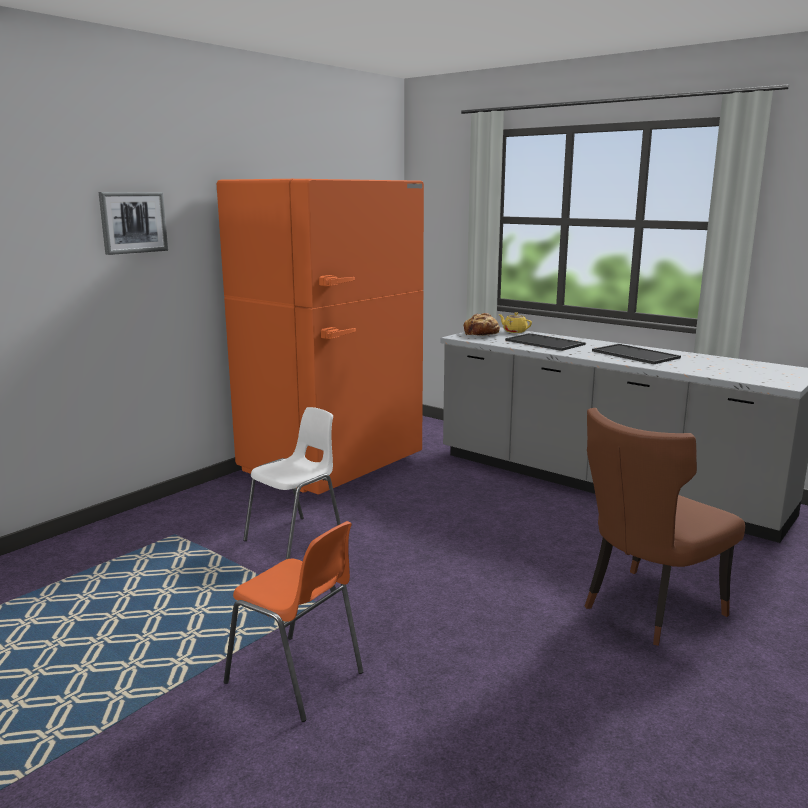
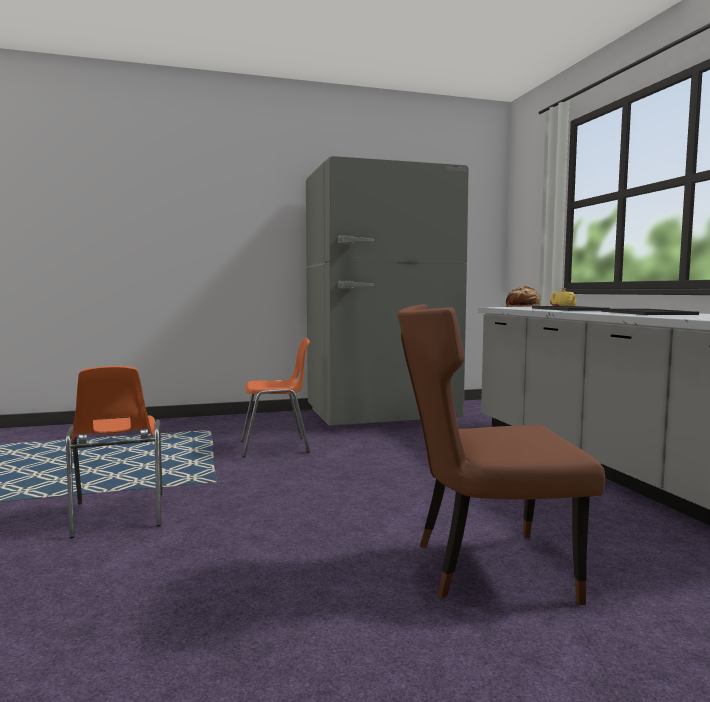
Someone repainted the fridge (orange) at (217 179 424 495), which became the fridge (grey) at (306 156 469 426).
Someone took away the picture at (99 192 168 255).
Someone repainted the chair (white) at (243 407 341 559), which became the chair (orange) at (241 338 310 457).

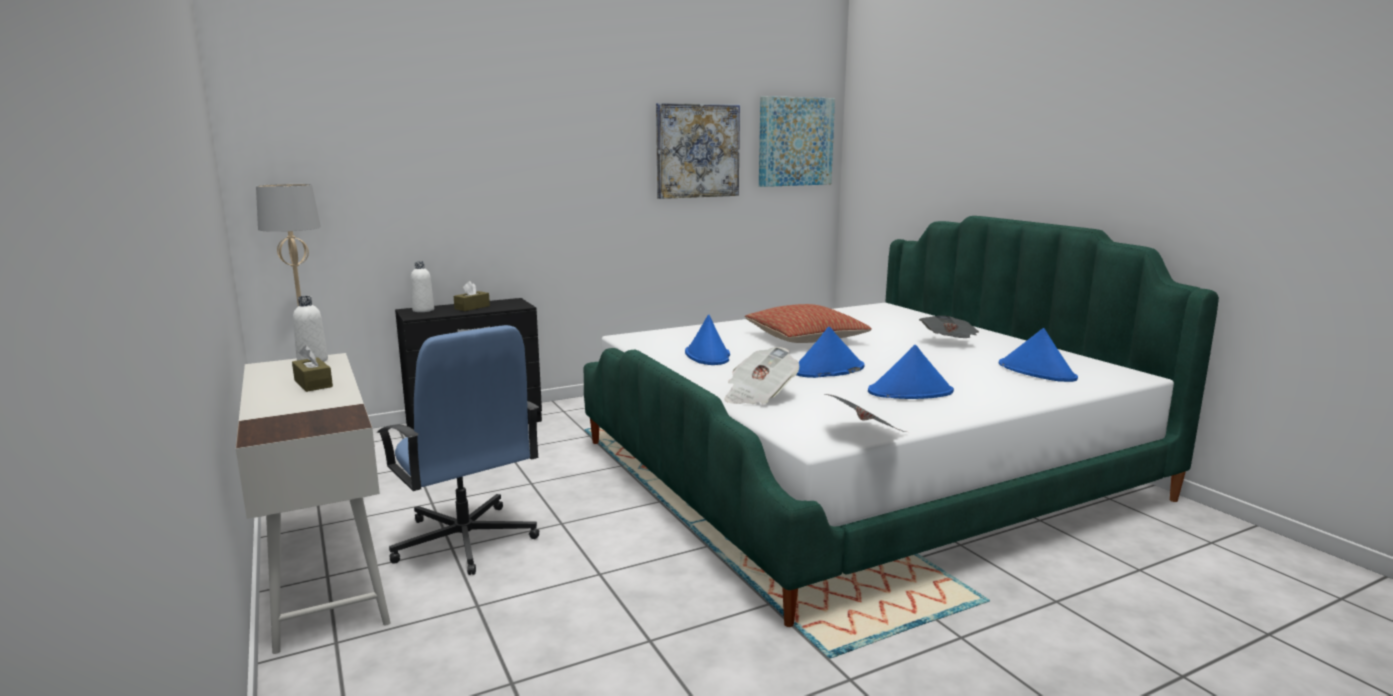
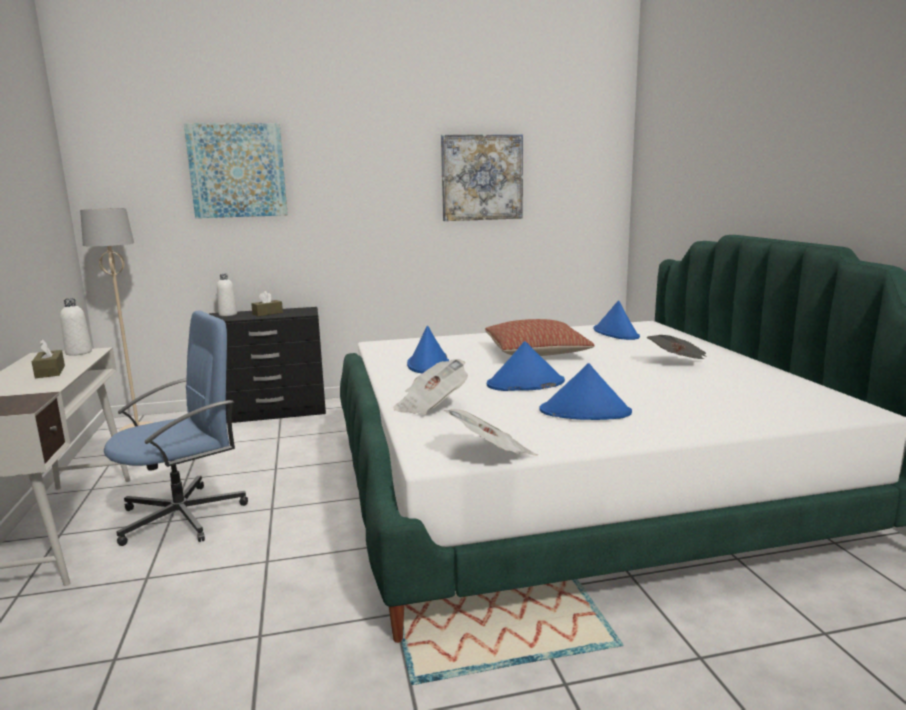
Someone carried the picture from (759 96 835 187) to (184 123 288 218).
Someone rotated the office chair (blue) at (377 325 539 575) by 105 degrees counterclockwise.
Someone carried the hat (blue) from (999 328 1078 382) to (593 300 640 340).

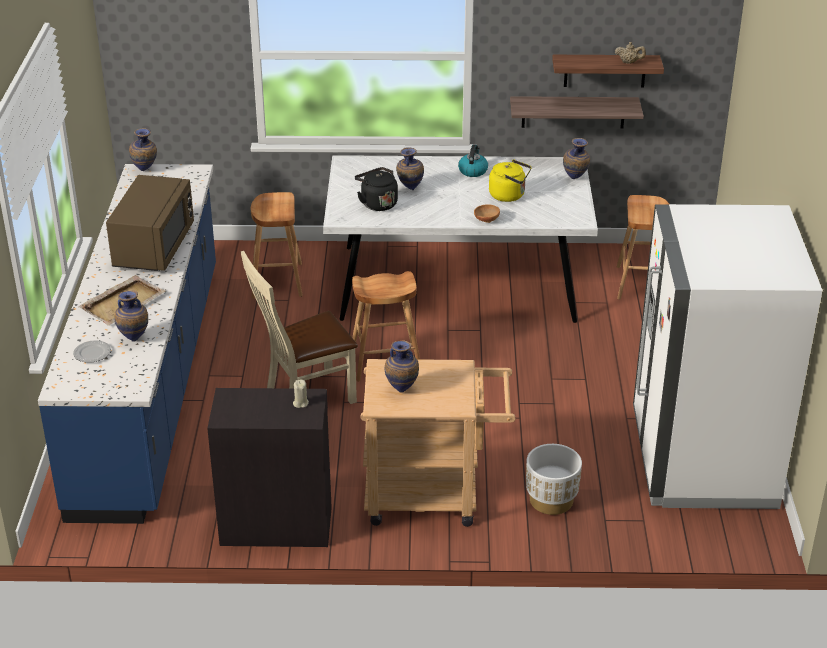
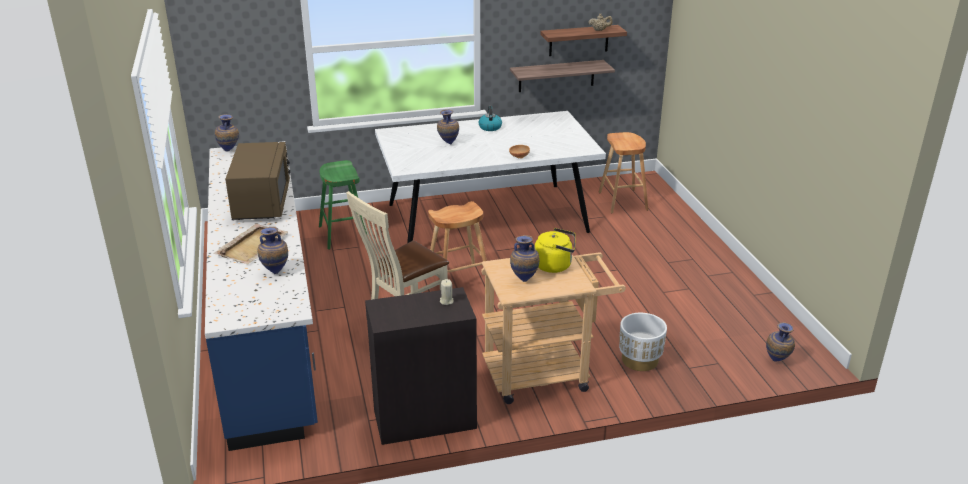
Someone carried the vase from (563 138 590 179) to (766 322 795 362).
Someone carried the kettle (yellow) from (489 159 531 202) to (534 228 576 273).
Someone took away the kettle (black) at (355 167 398 211).
Someone repainted the stool (brown) at (251 192 303 299), which became the stool (green) at (319 160 367 250).
Someone took away the fridge (white) at (633 204 822 509).
Someone took away the plate at (73 340 111 363).

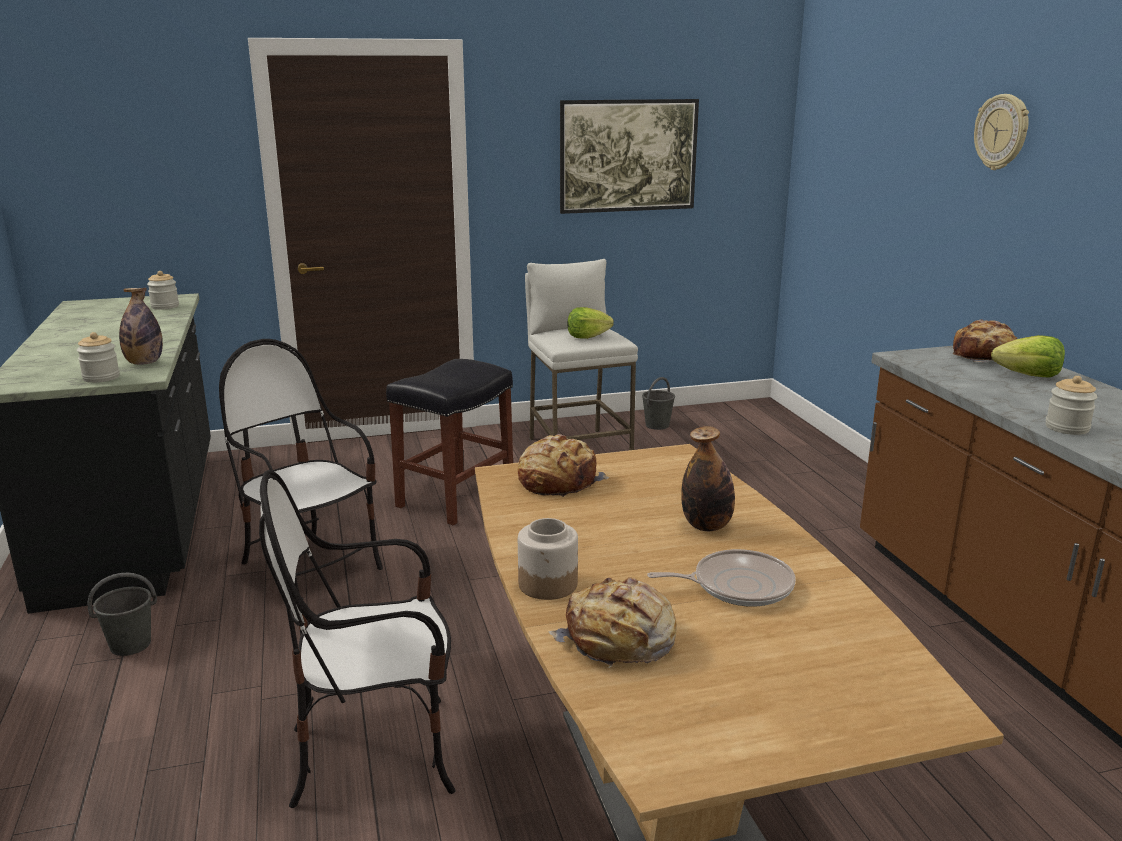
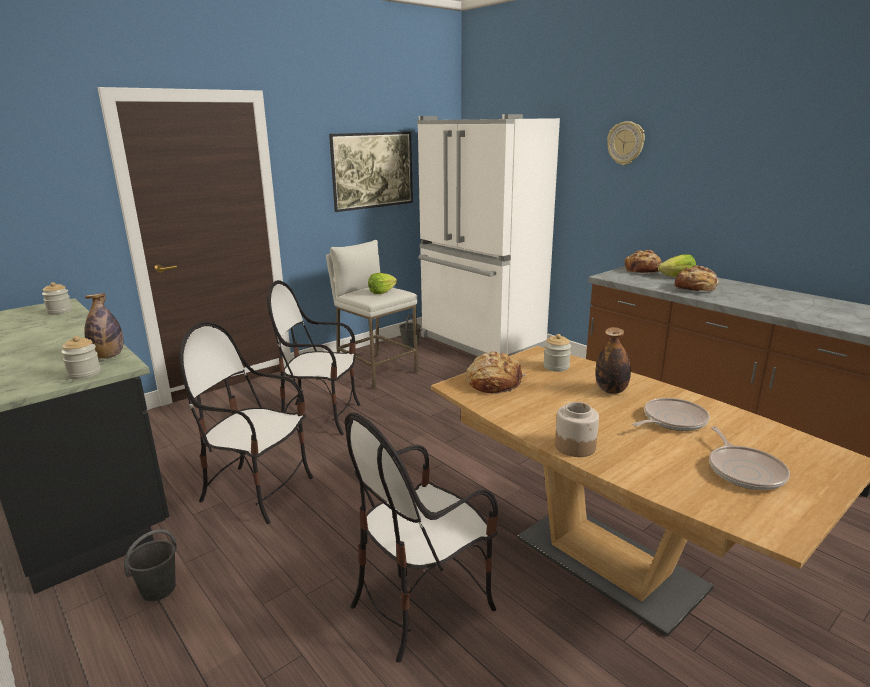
Someone swapped the stool (black) at (386 359 513 525) for the chair at (267 280 360 435).
Someone carried the jar from (1046 376 1097 435) to (543 334 571 372).
Someone carried the bread from (548 577 677 668) to (674 265 719 292).
Someone put down the fridge (white) at (417 114 560 356).
Someone put down the frying pan at (709 426 790 490).

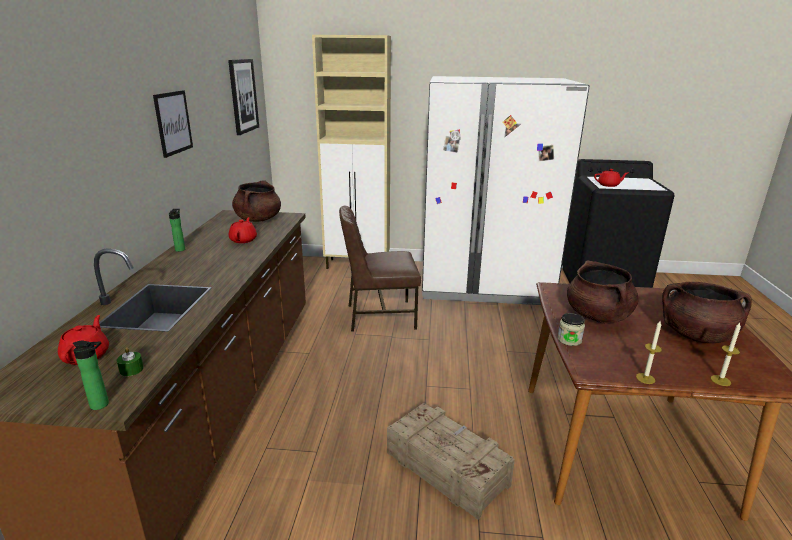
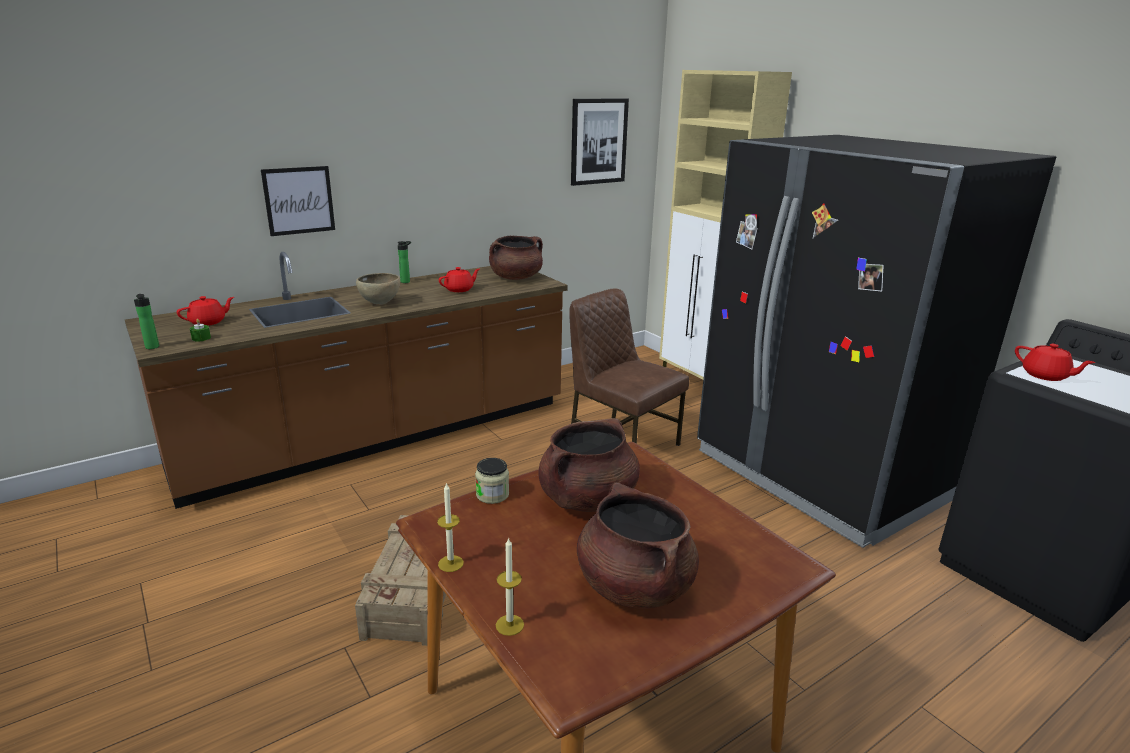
Someone repainted the fridge (white) at (422 76 590 305), which became the fridge (black) at (697 135 1056 548).
Someone carried the picture from (153 90 193 158) to (261 166 335 236).
Someone put down the bowl (brown) at (356 273 400 305).

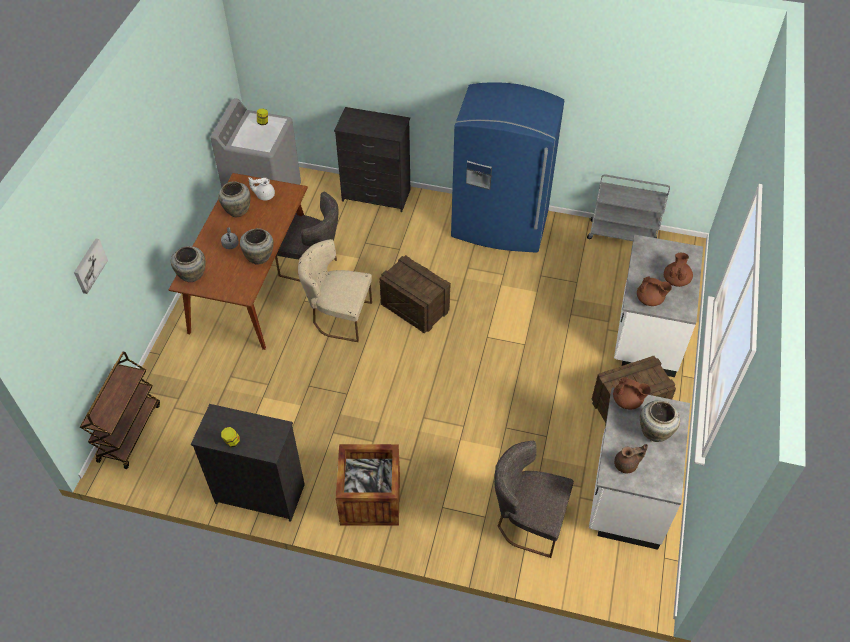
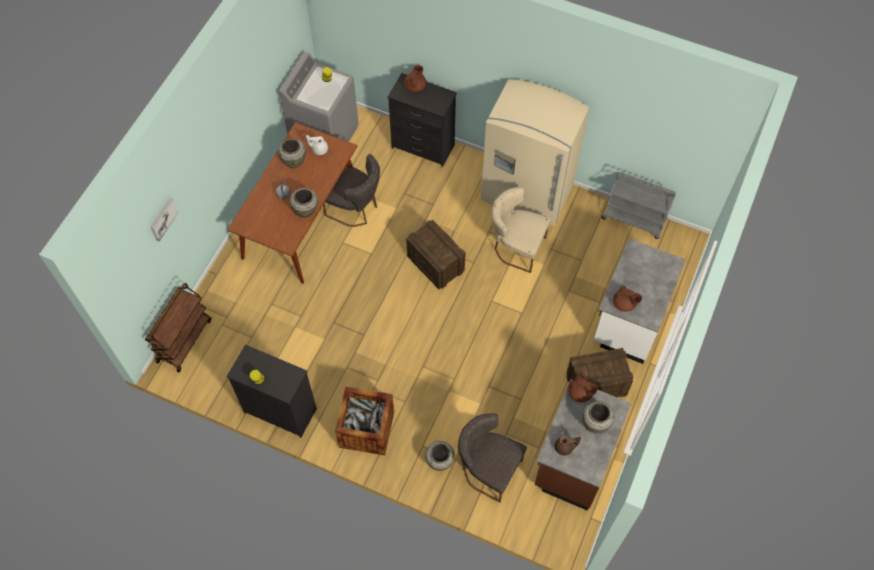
Someone repainted the fridge (blue) at (451 83 565 253), which became the fridge (beige) at (481 79 589 226).
Someone carried the chair (beige) from (298 239 372 342) to (492 187 551 273).
Someone carried the vase (beige) from (171 246 206 282) to (425 441 455 471).
Someone carried the teapot (brown) from (664 253 693 287) to (404 65 426 92).
Someone repainted the counter (white) at (589 387 690 550), which became the counter (brown) at (535 379 632 511).

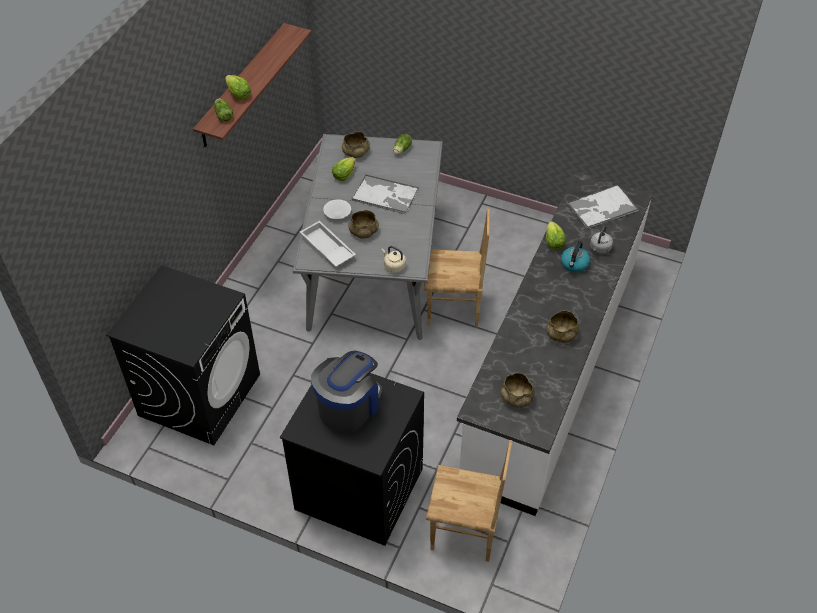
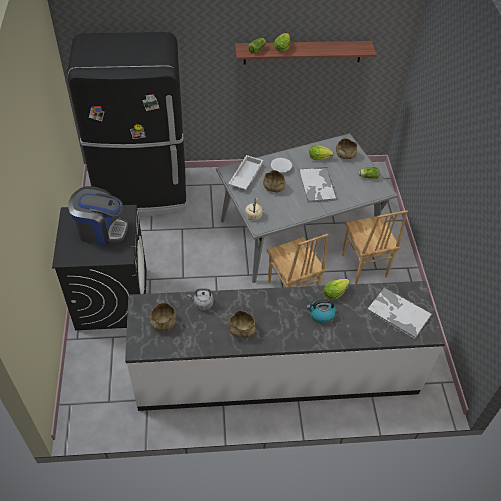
Someone carried the kettle (grey) from (590 226 613 254) to (188 288 214 310).
Someone swapped the washing machine (black) at (106 265 260 445) for the fridge (black) at (67 32 187 217).
Someone carried the chair (brown) from (426 440 512 562) to (342 210 408 284).

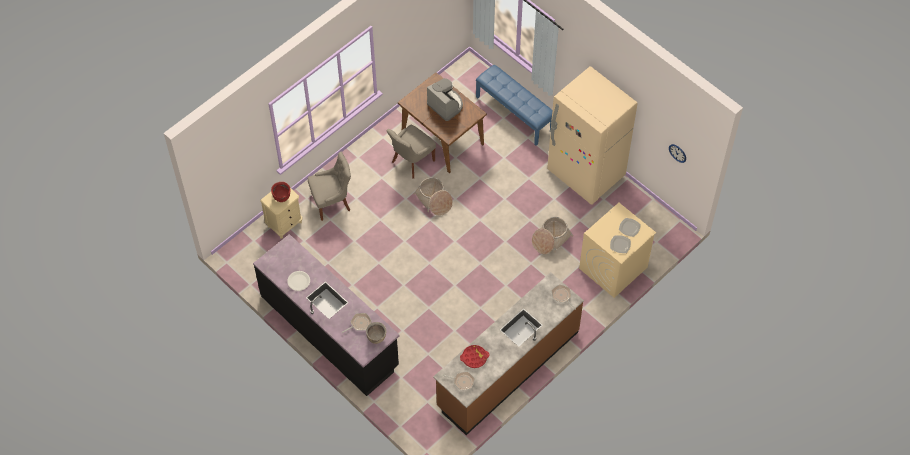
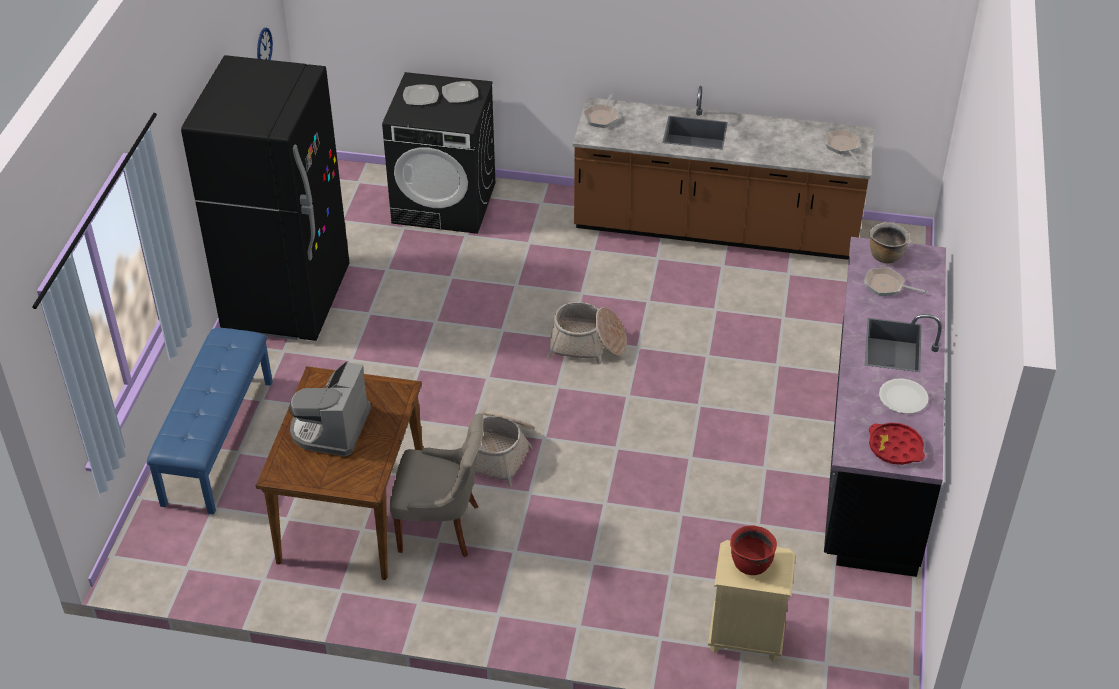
Someone repainted the fridge (beige) at (547 66 637 205), which became the fridge (black) at (181 55 350 341).
Someone took away the chair (grey) at (308 152 351 221).
Someone repainted the washing machine (beige) at (579 203 656 298), which became the washing machine (black) at (382 72 495 234).
Someone carried the basket from (532 216 573 254) to (548 302 627 364).
Someone carried the tray (red) from (460 345 489 368) to (869 423 925 465).

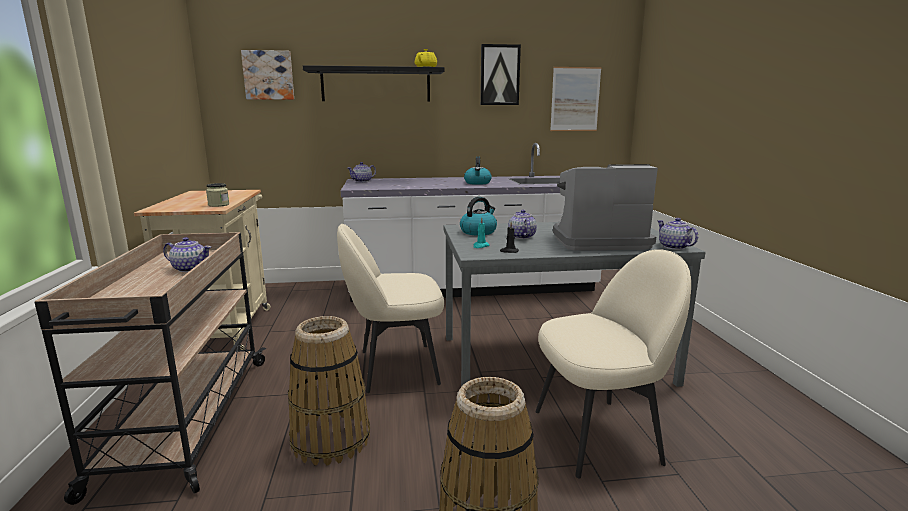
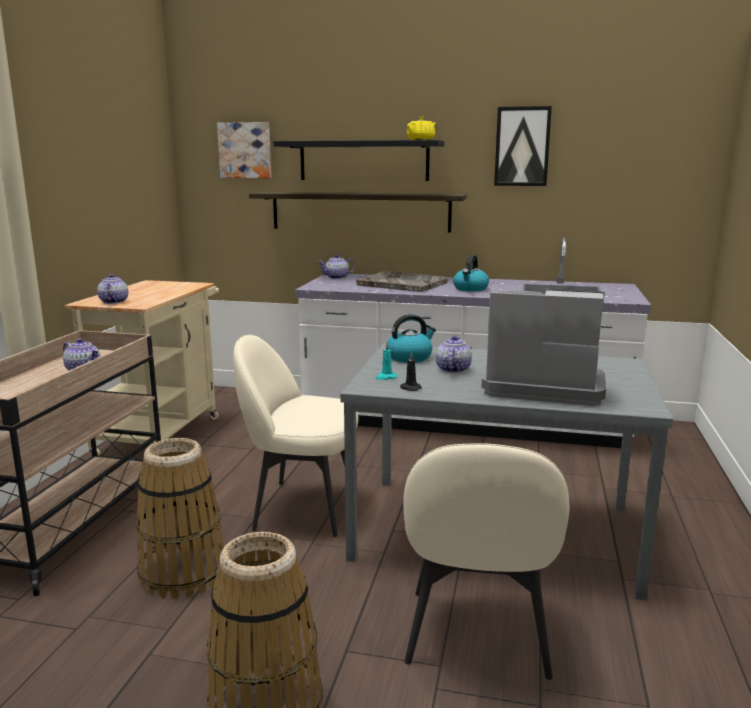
Someone took away the picture at (550 67 602 131).
Someone took away the jar at (206 183 229 207).
Someone carried the teapot from (657 218 698 250) to (97 274 128 304).
Someone rotated the chair (beige) at (535 249 691 479) by 90 degrees clockwise.
Someone put up the shelf at (249 192 466 233).
Someone put down the tray (grey) at (356 271 449 292).

